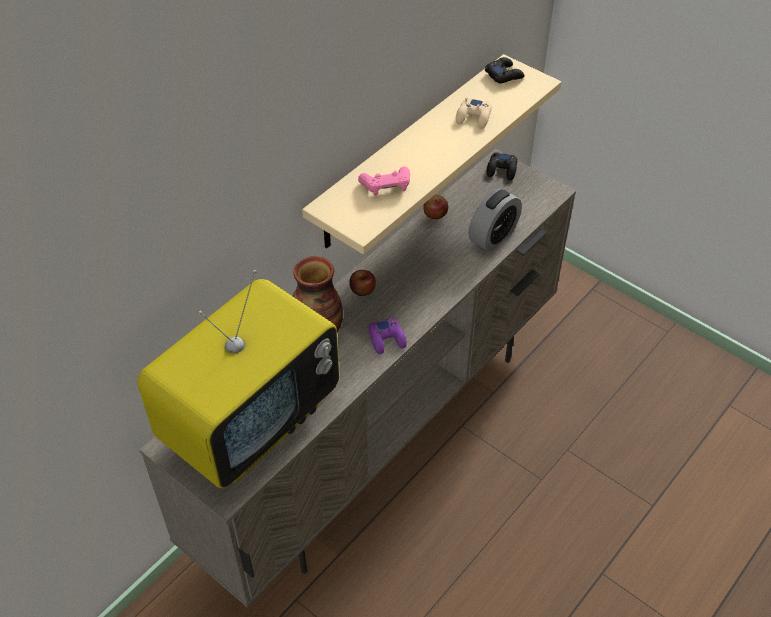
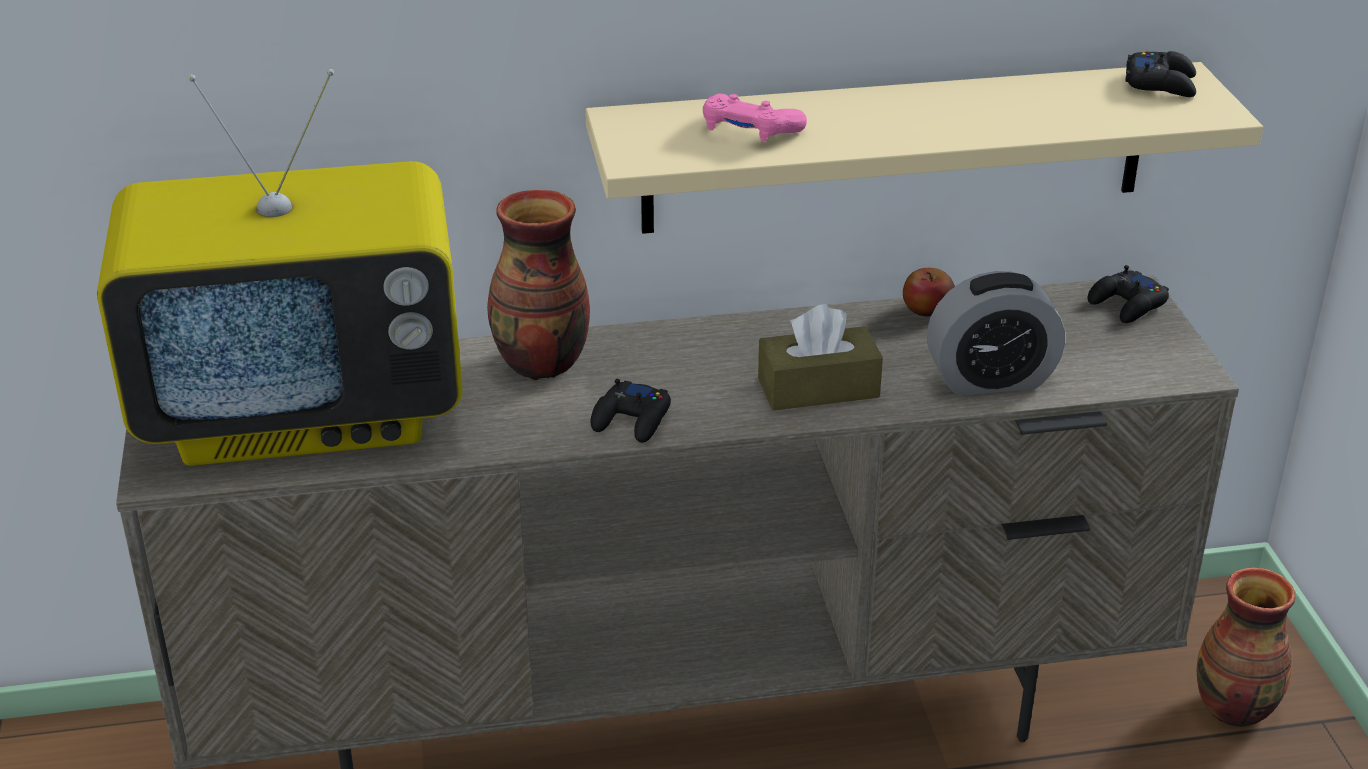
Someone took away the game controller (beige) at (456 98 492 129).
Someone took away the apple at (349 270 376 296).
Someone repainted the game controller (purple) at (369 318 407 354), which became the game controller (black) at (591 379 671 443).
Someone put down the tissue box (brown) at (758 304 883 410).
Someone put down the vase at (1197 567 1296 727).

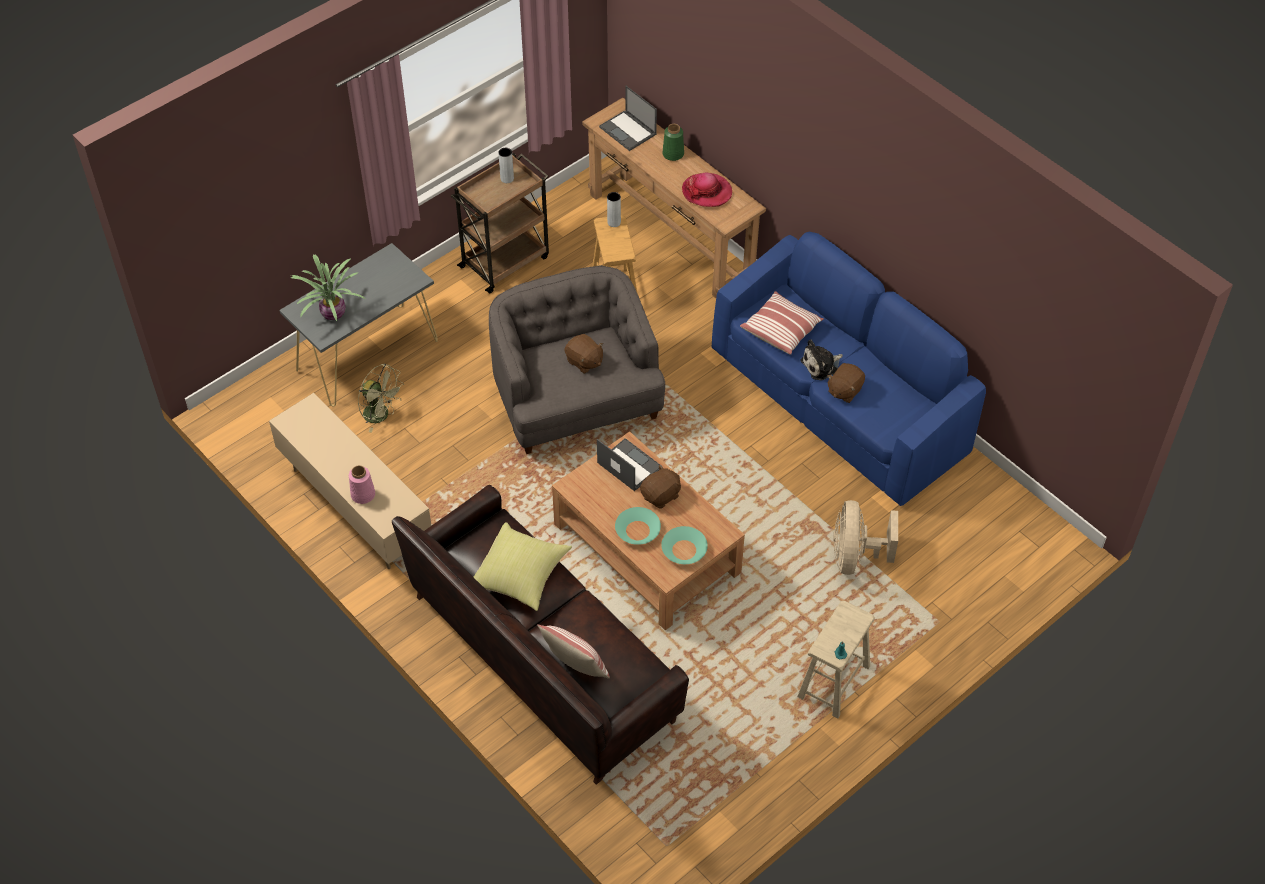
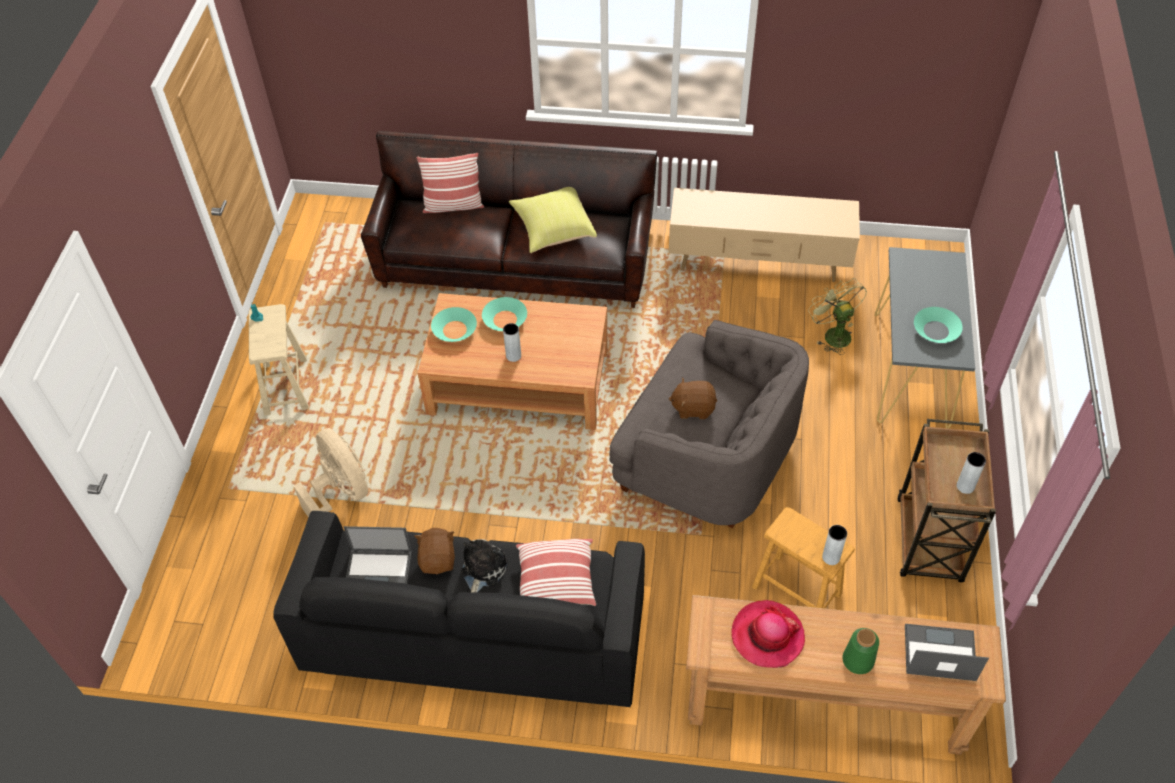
Someone repainted the sofa (blue) at (712 232 986 506), which became the sofa (black) at (273 511 645 707).
Someone took away the potted plant at (291 254 365 321).
Someone rotated the fan (green) at (358 364 404 433) by 75 degrees clockwise.
Someone carried the laptop from (597 438 663 491) to (344 526 412 584).
Someone took away the vase (pink) at (349 465 375 504).
Someone swapped the plush toy (brown) at (640 465 681 509) for the vase (grey) at (503 323 521 362).
Someone put down the bowl (turquoise) at (914 307 963 343).

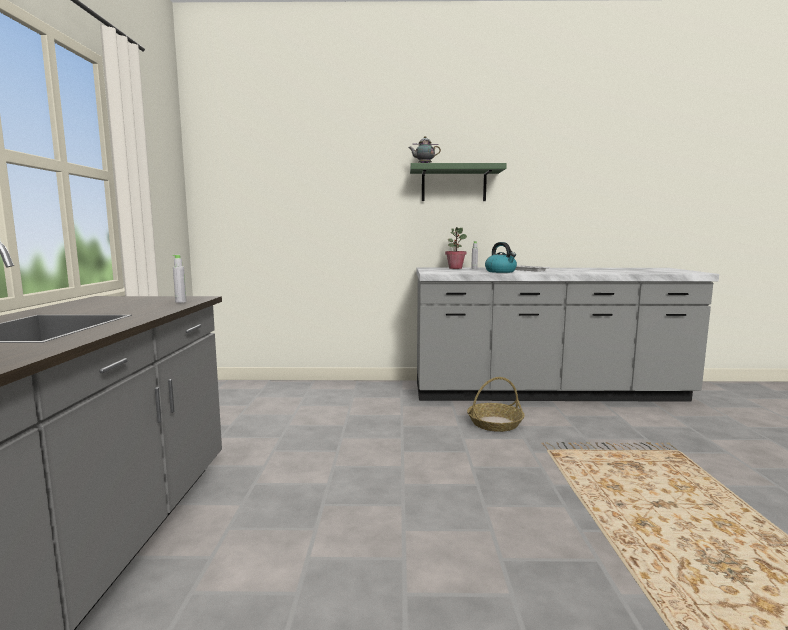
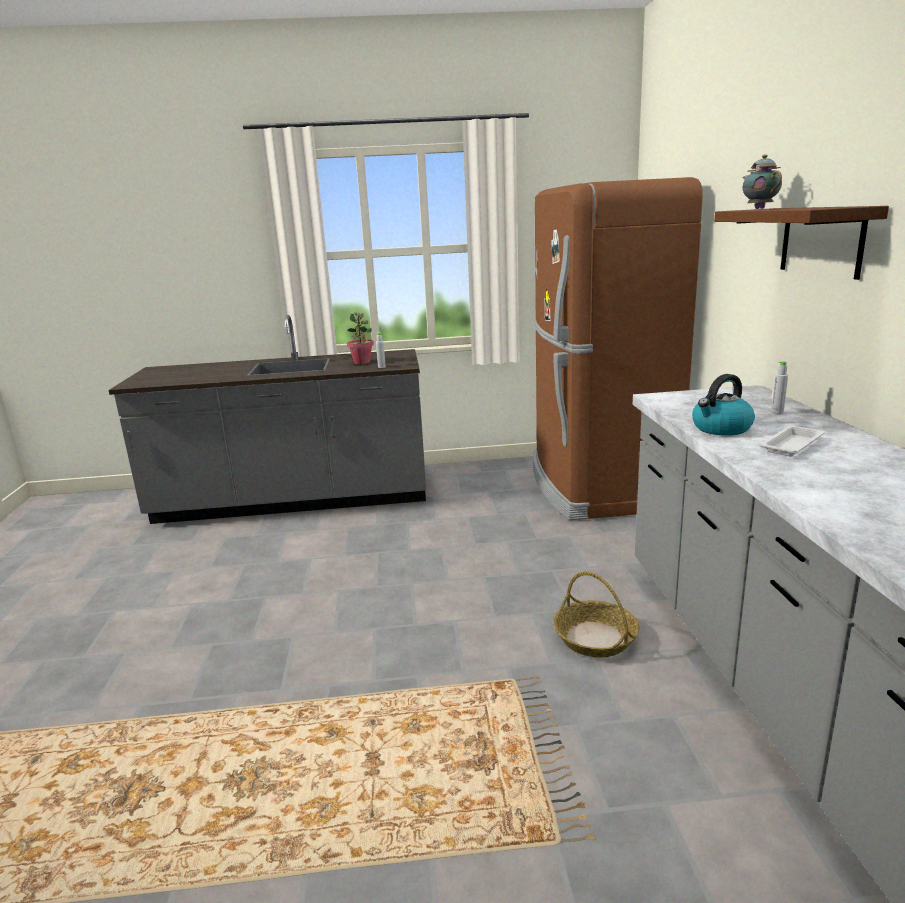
Someone repainted the shelf (green) at (410 163 507 201), which became the shelf (brown) at (714 206 889 280).
Someone carried the potted plant from (445 227 467 269) to (347 312 374 364).
Someone put down the fridge (brown) at (533 177 703 520).

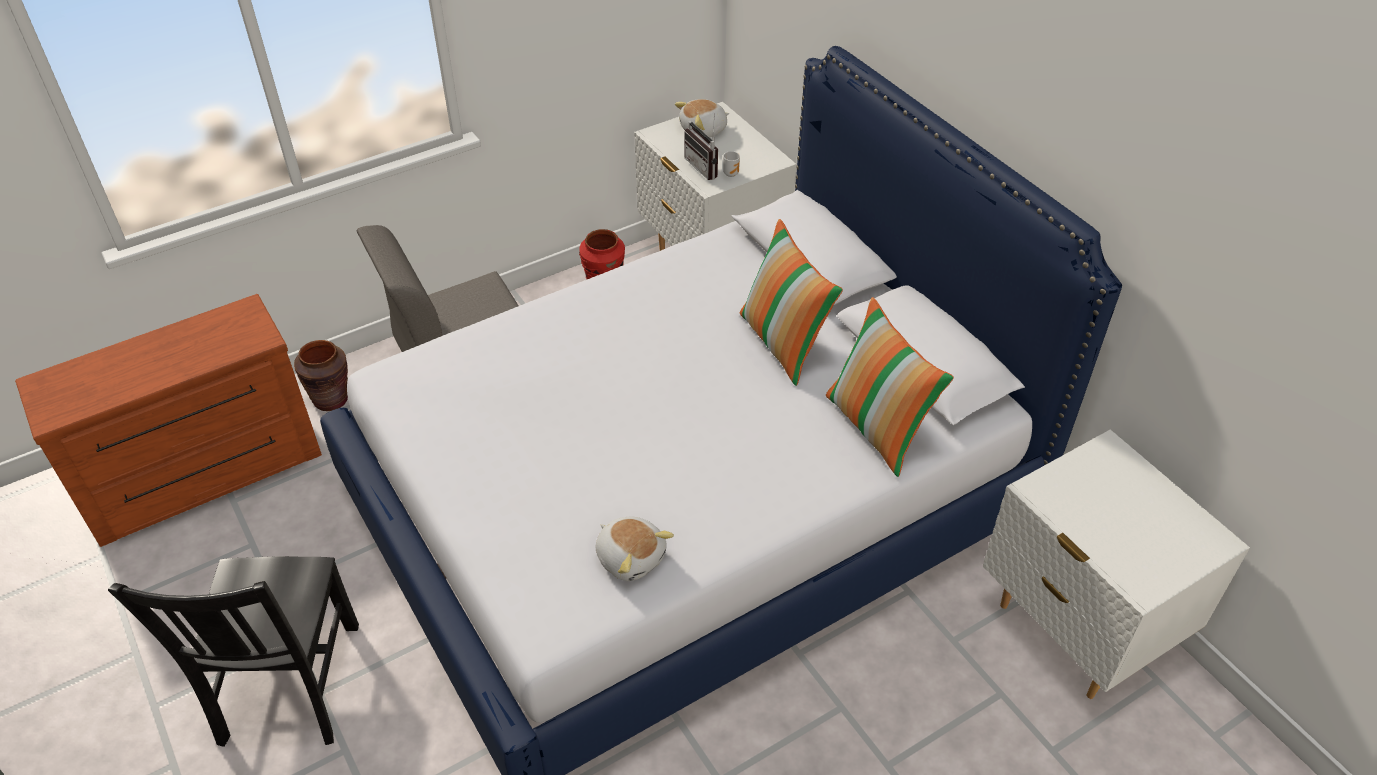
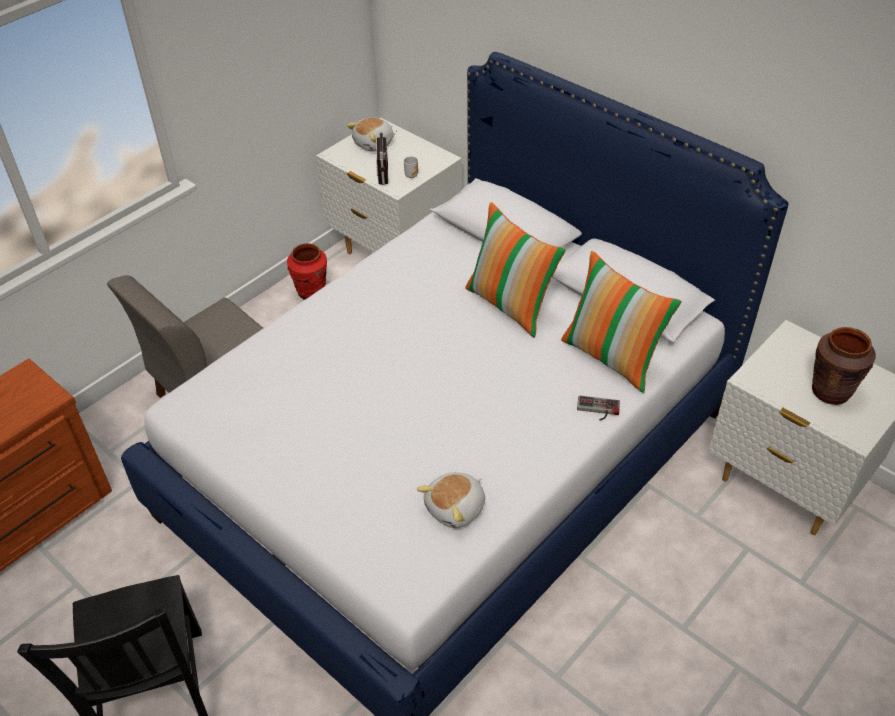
Someone rotated the radio at (684 114 718 180) by 45 degrees clockwise.
Someone carried the vase (brown) from (294 340 348 411) to (812 327 876 405).
Someone rotated the plush toy at (596 517 674 581) by 105 degrees clockwise.
Someone put down the game controller at (577 395 620 420).

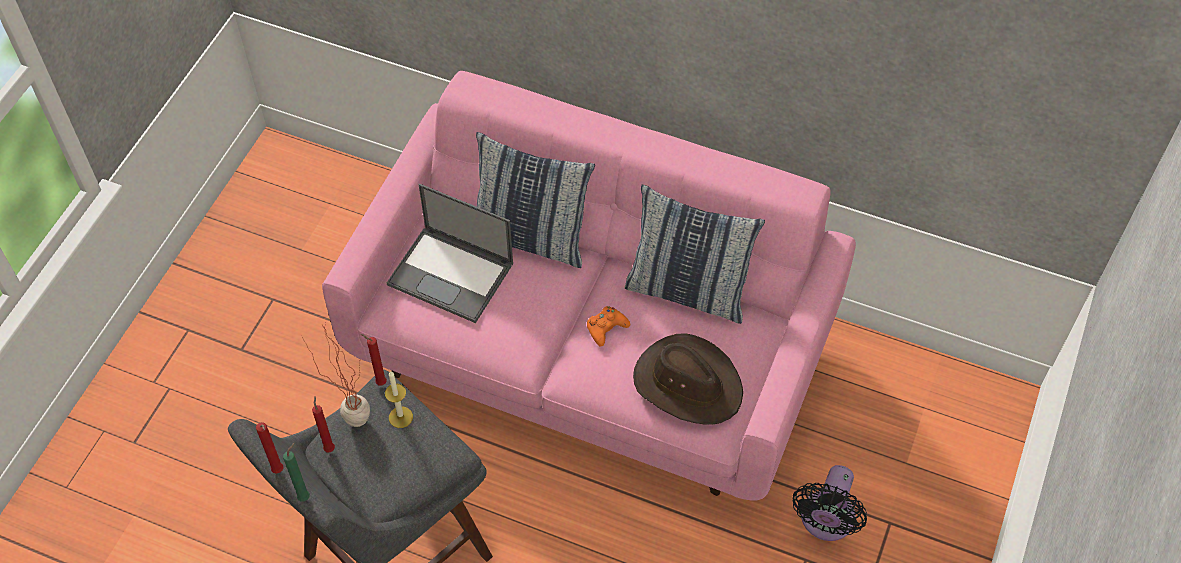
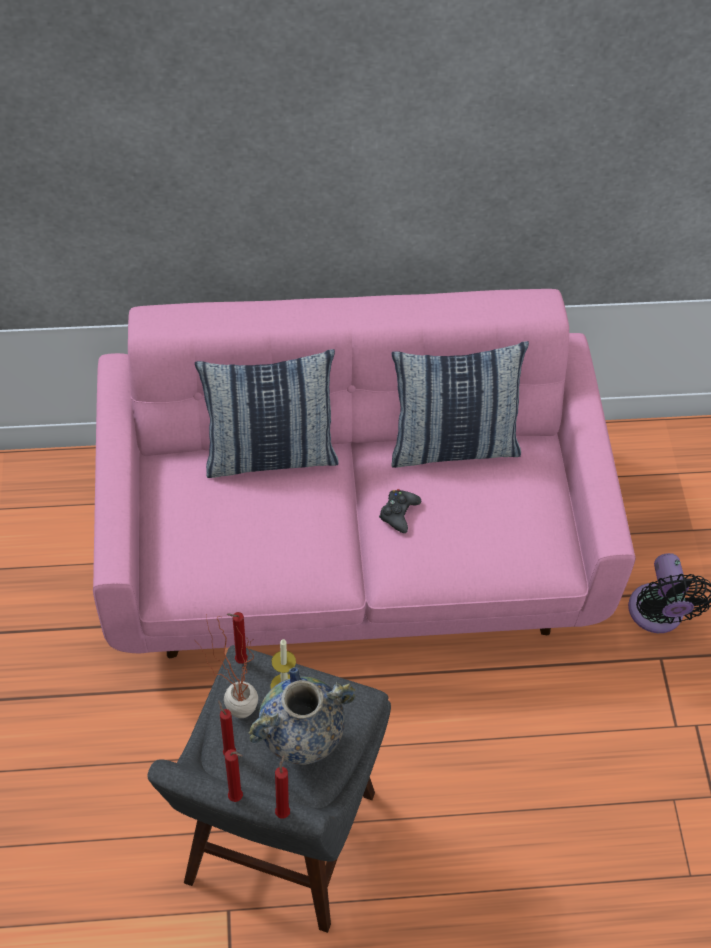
Someone took away the laptop at (387 184 513 323).
Someone repainted the game controller (orange) at (587 306 630 347), which became the game controller (black) at (379 489 421 533).
Someone took away the hat (brown) at (633 333 743 425).
Someone repainted the candle (green) at (283 443 310 502), which became the candle (red) at (275 755 290 819).
Someone put down the vase at (249 667 356 765).

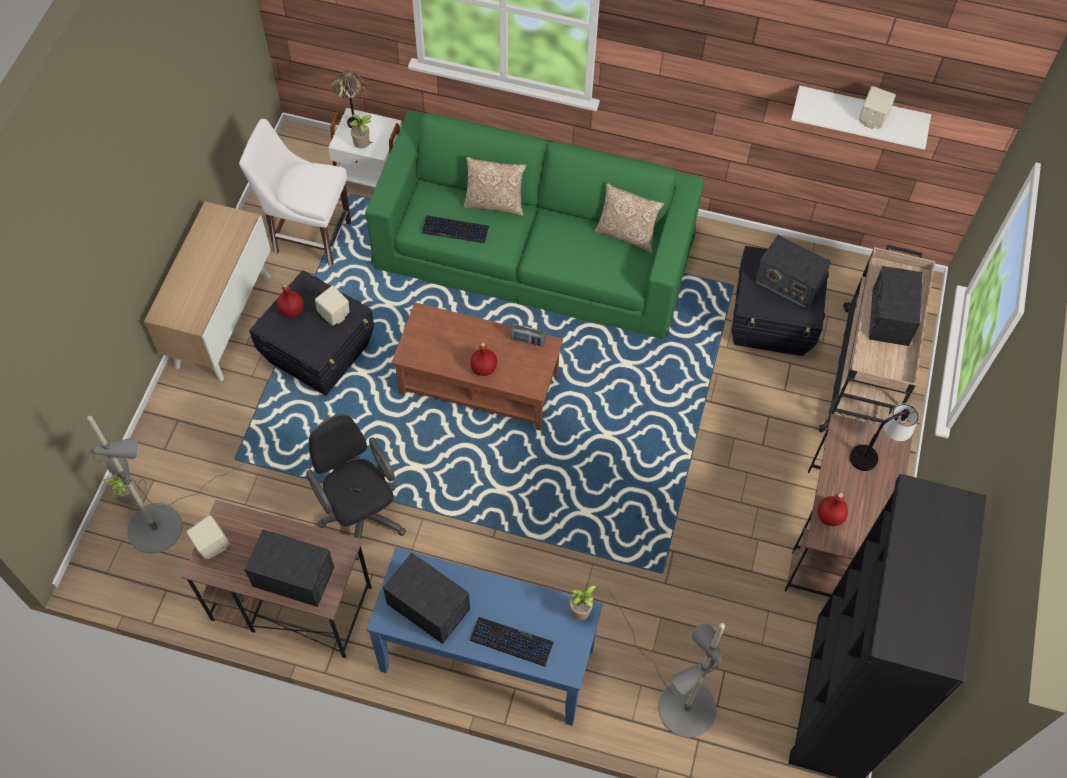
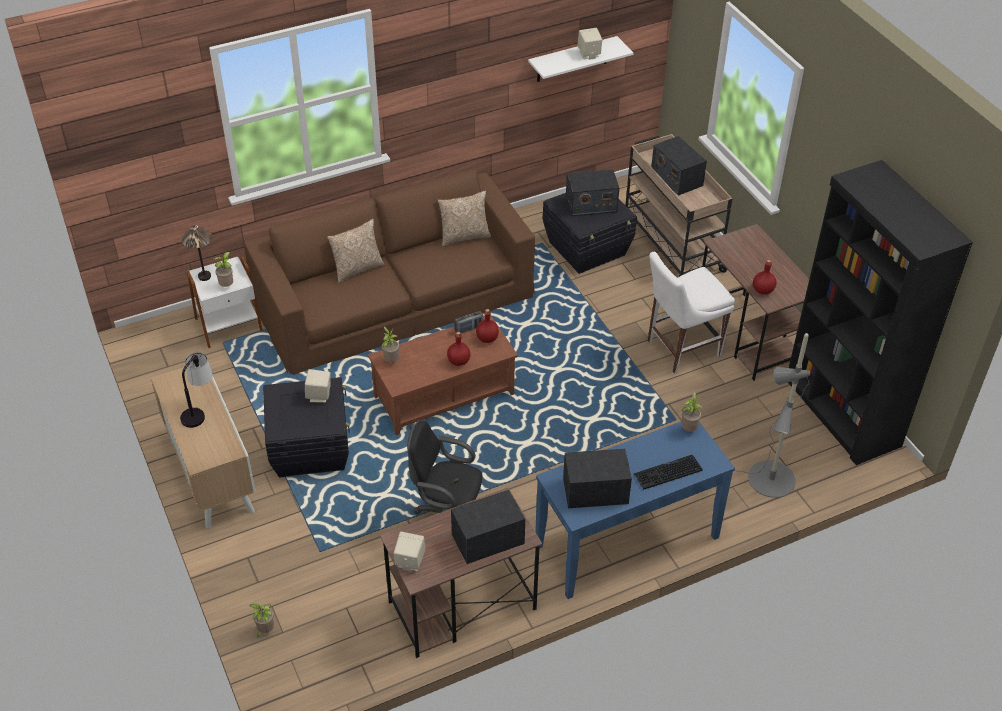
Someone repainted the sofa (green) at (365 111 704 339), which became the sofa (brown) at (244 169 535 375).
Someone carried the chair (white) from (239 119 351 267) to (648 252 735 374).
Someone took away the keyboard at (422 215 489 243).
Someone carried the bottle (red) from (277 284 304 318) to (476 309 499 343).
Someone carried the table lamp from (850 403 919 471) to (180 352 213 428).
Someone took away the floor lamp (grey) at (87 416 266 553).
Someone put down the potted plant at (381 327 399 363).

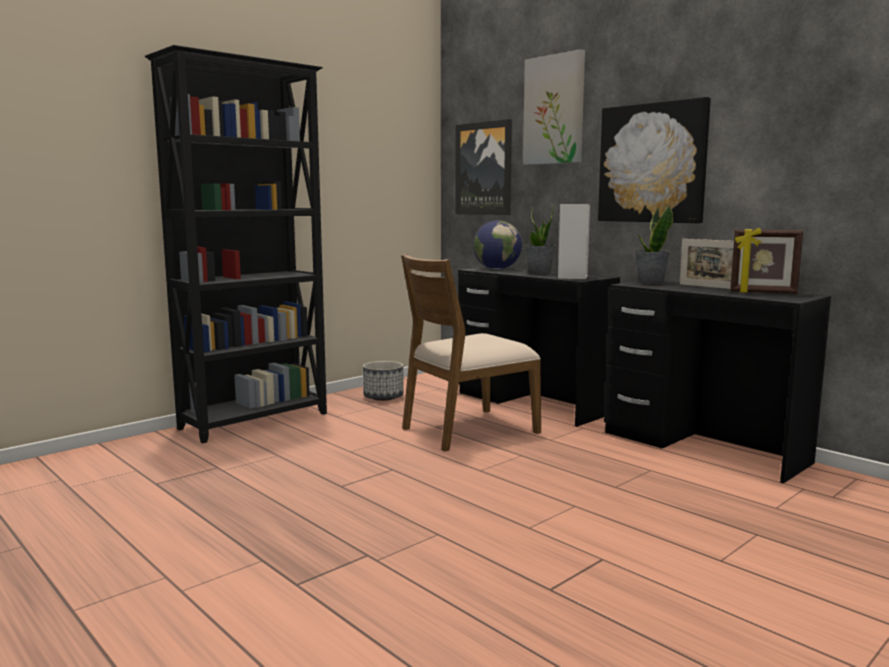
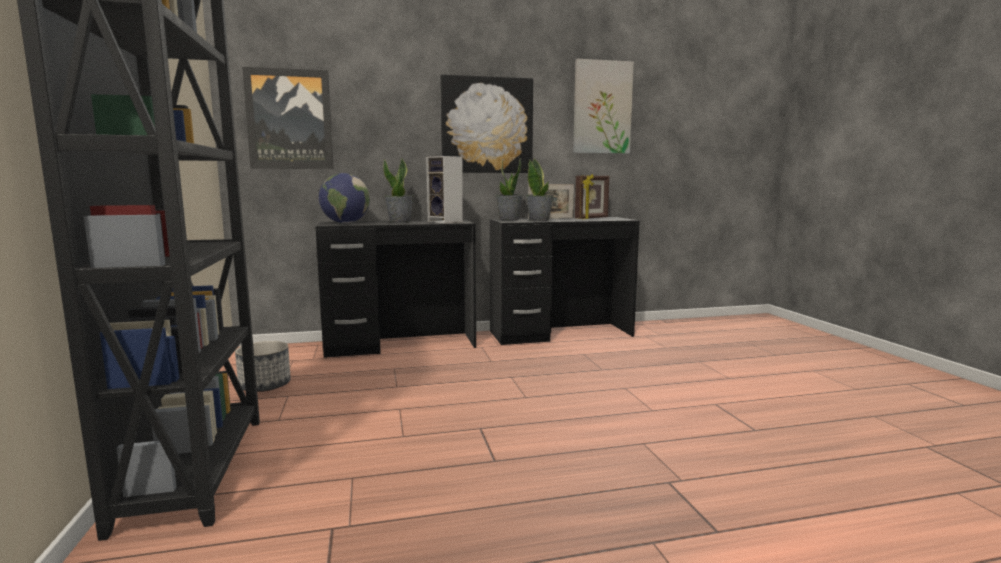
Someone carried the picture from (523 49 585 165) to (573 59 634 154).
Someone took away the chair (brown) at (401 254 541 452).
Someone put down the potted plant at (525 158 554 222).

